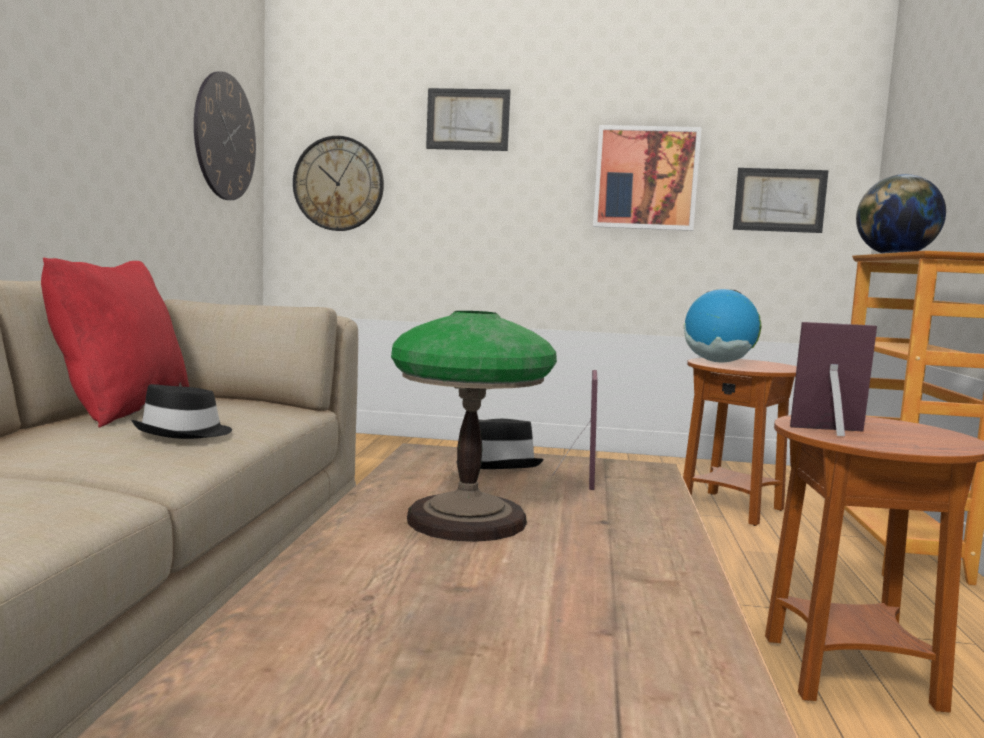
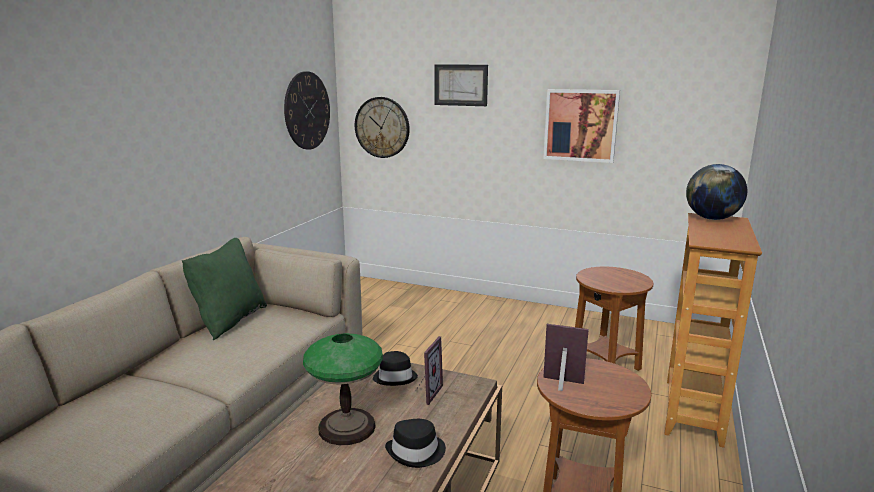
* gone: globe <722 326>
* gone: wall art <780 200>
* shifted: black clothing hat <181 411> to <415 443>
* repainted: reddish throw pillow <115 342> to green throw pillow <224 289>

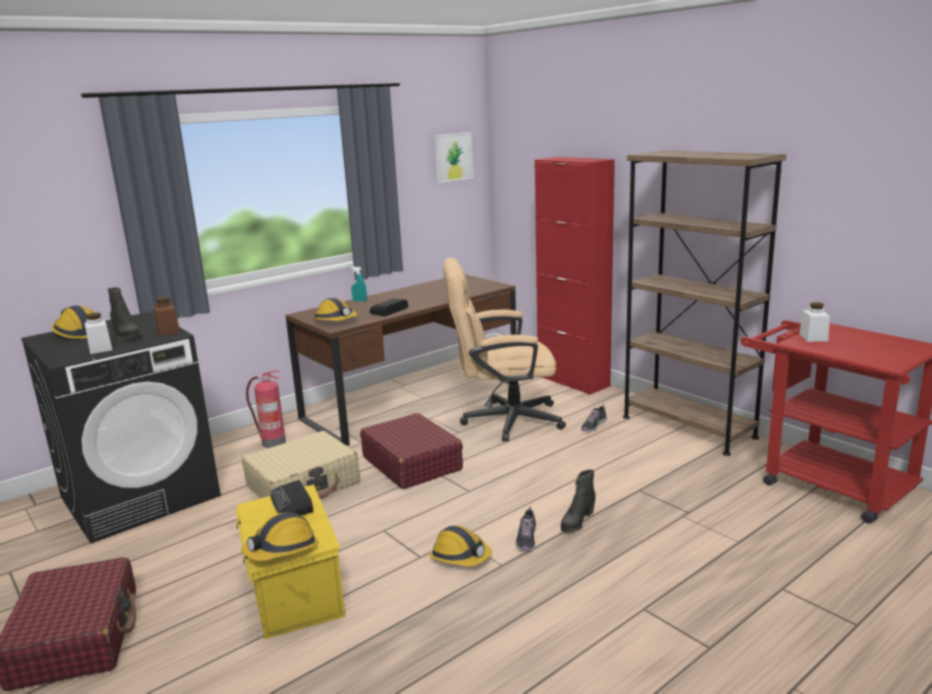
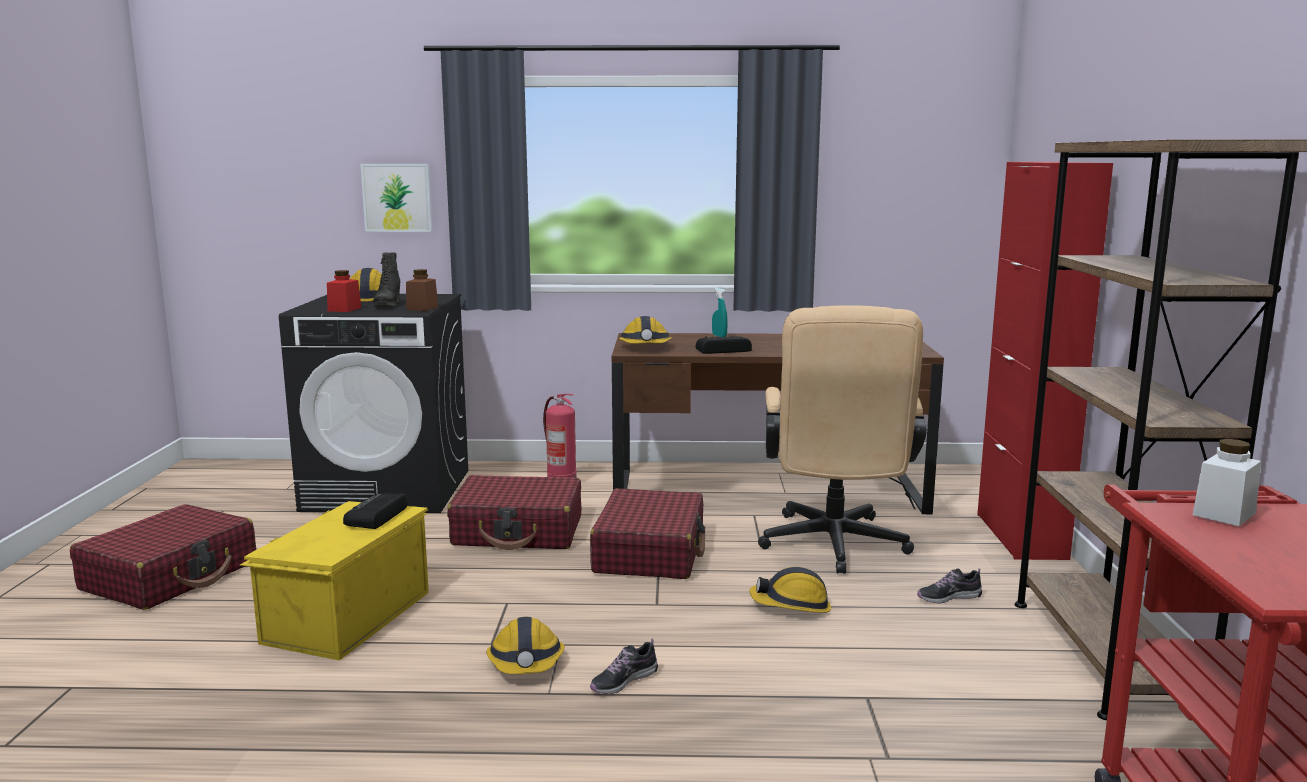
* gone: black boot <578 501>
* shifted: hard hat <280 536> to <790 590>
* shifted: wall art <453 157> to <396 198>
* repainted: whitish jar <98 333> to reddish jar <344 291>
* repainted: sand-coloured piece of luggage <301 465> to reddish piece of luggage <514 512>
* rotated: sand-coloured desk chair <504 350> = <842 439> 120 degrees counterclockwise

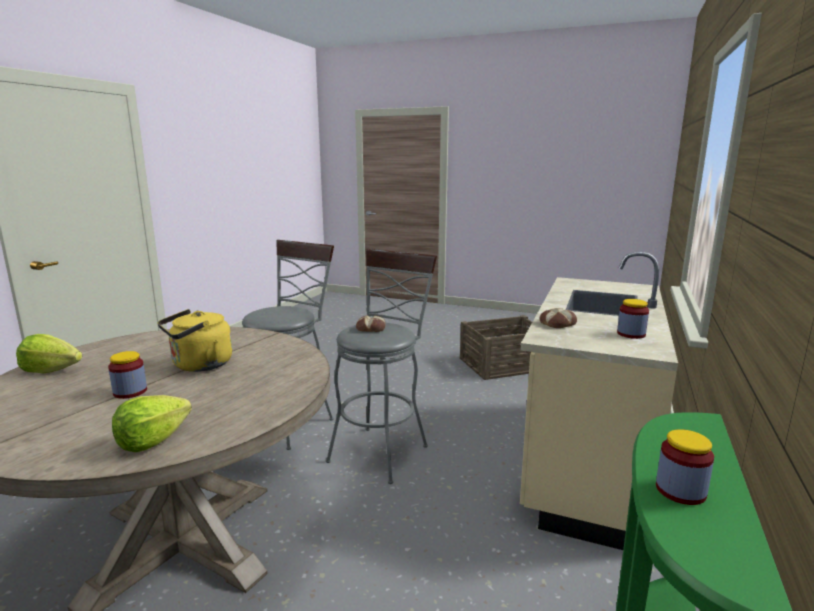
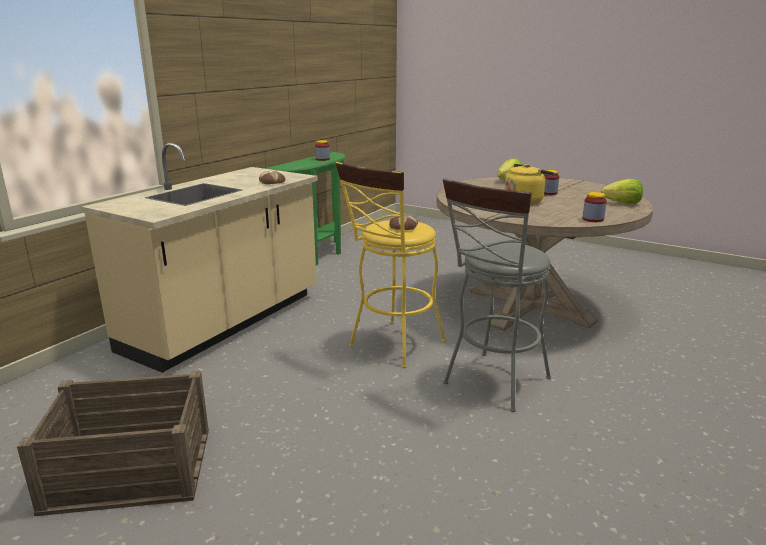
* shifted: jar <633 319> to <595 207>
* repainted: greyish stool seat <381 366> to yellow stool seat <390 265>

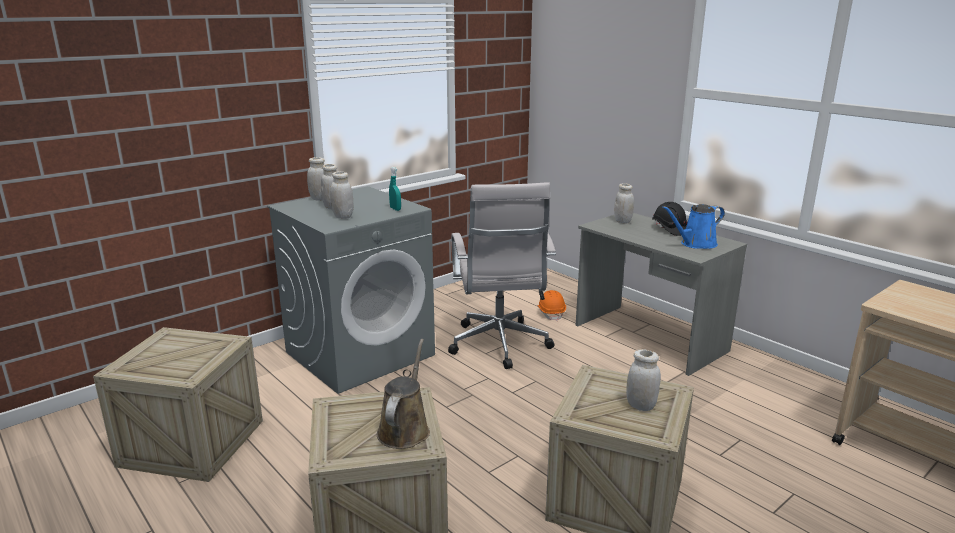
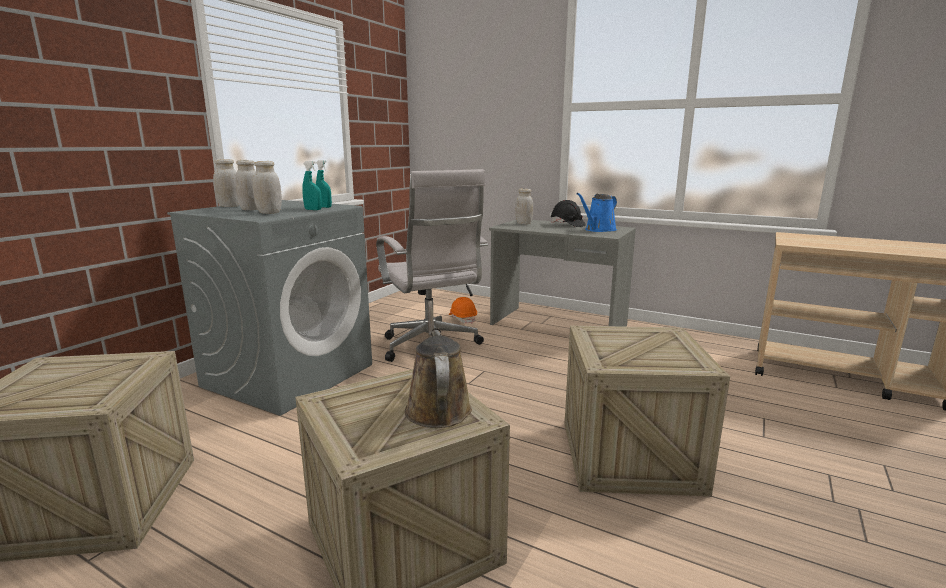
* gone: whitish jar <643 380>
* new: turquoise-coloured hand sprayer <312 185>

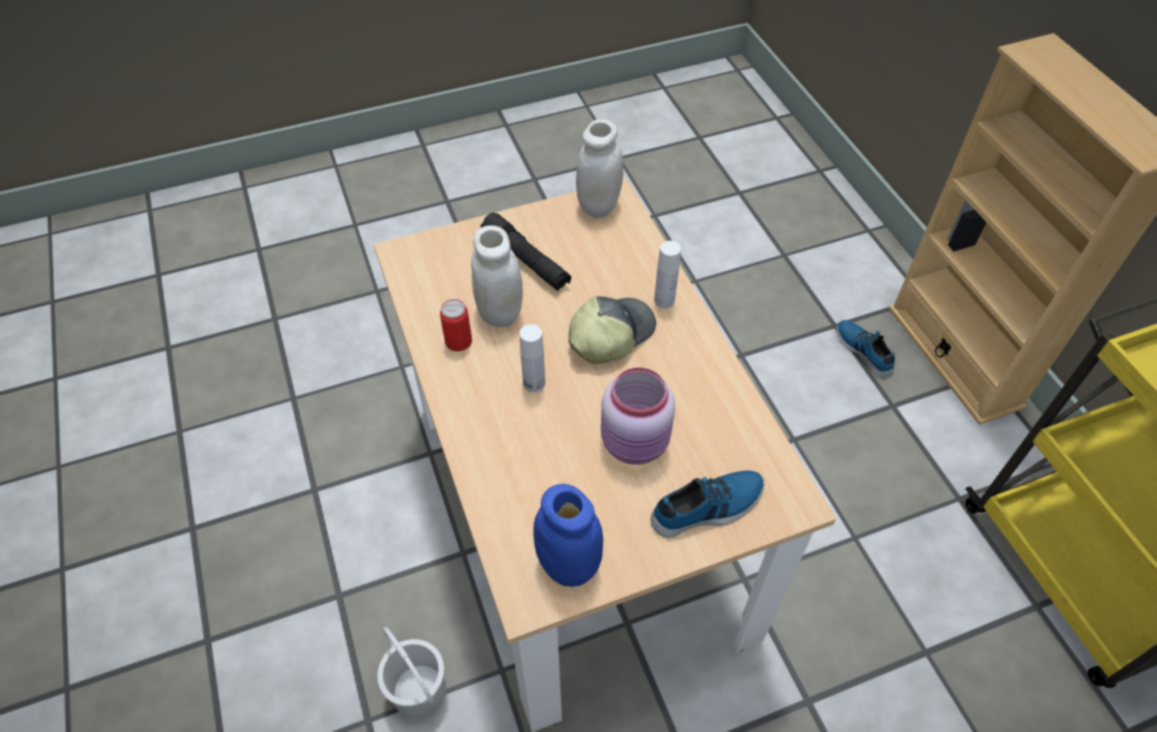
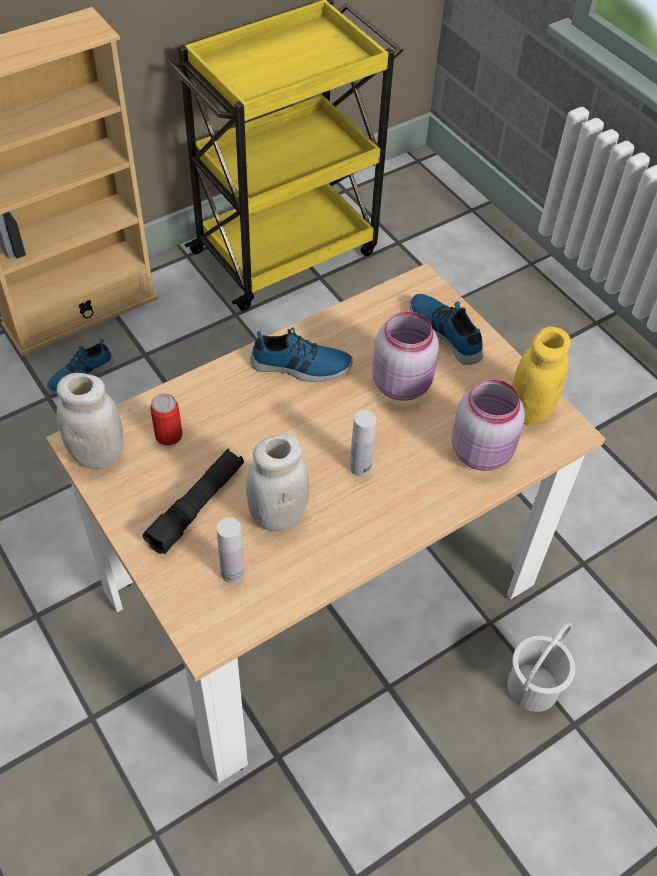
* gone: peaked cap <612 330>
* new: low shoe <301 354>
* new: pinkish jar <488 425>
* shifted: sealed can <456 325> to <166 419>
* shifted: whitish drink bottle <667 275> to <231 550>
* repainted: blue jar <568 535> to yellow jar <541 376>

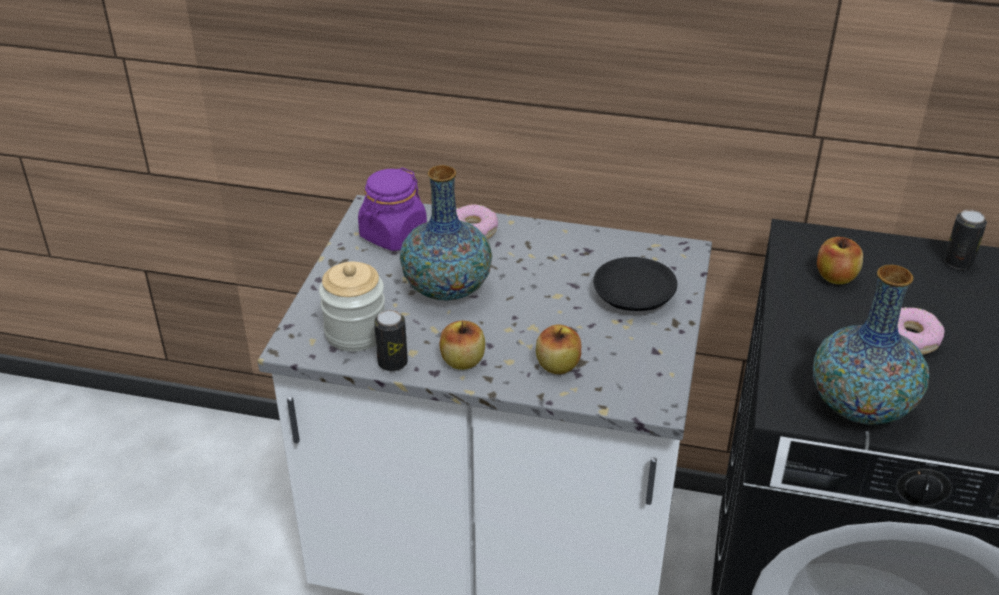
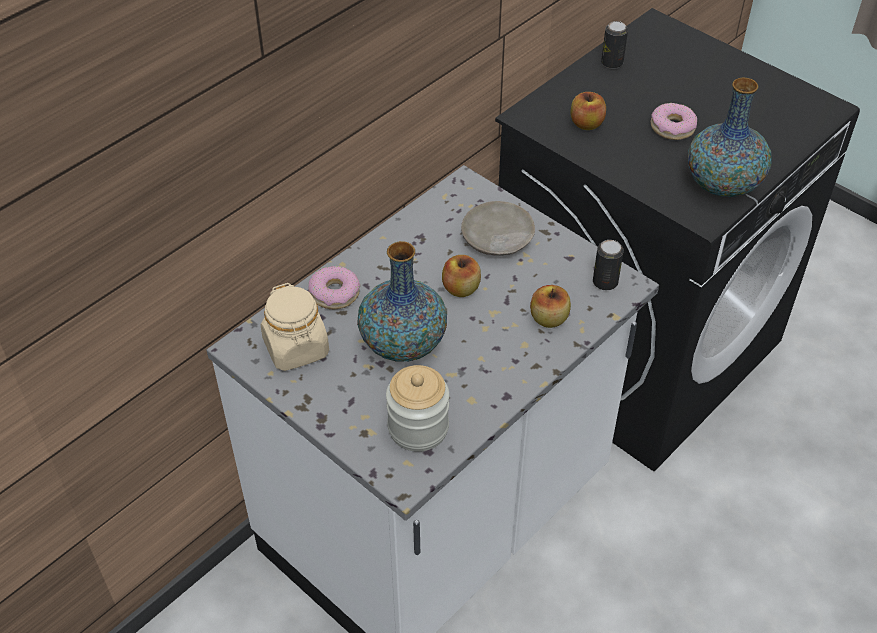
* shifted: sealed can <391 340> to <608 265>
* shifted: apple fruit <462 345> to <461 276>
* repainted: purple jar <392 209> to sand-coloured jar <295 327>
* repainted: black plate <635 284> to sand-coloured plate <498 228>

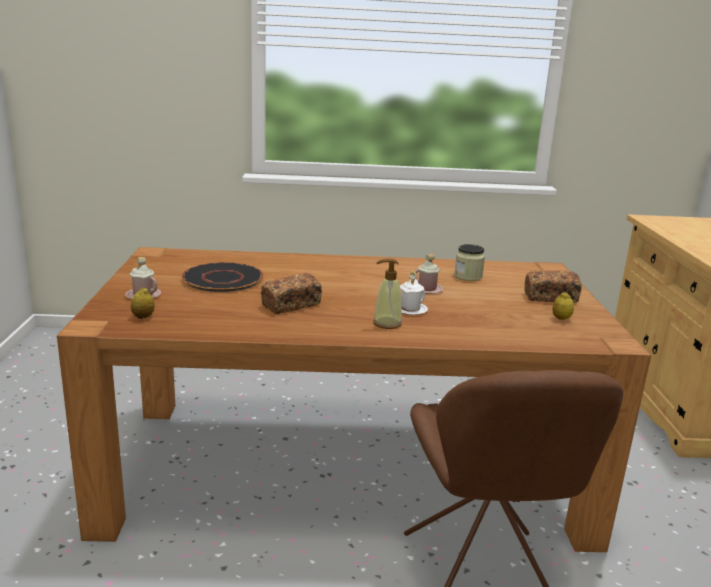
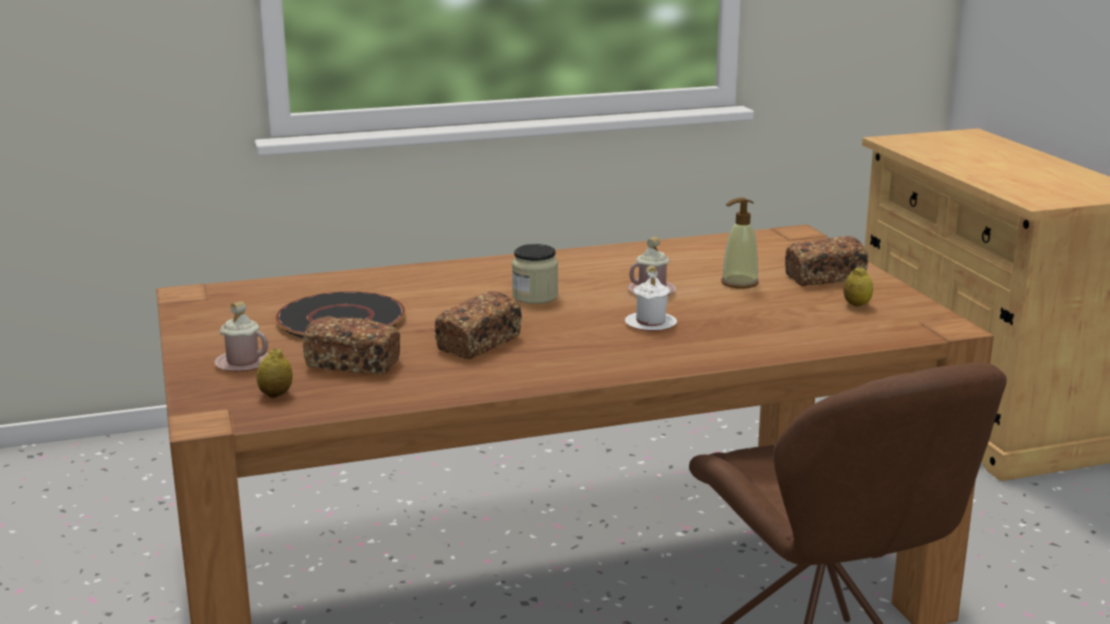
* new: bread <351 345>
* shifted: liquid soap bottle <387 294> to <740 243>
* shifted: jar <469 262> to <535 274>

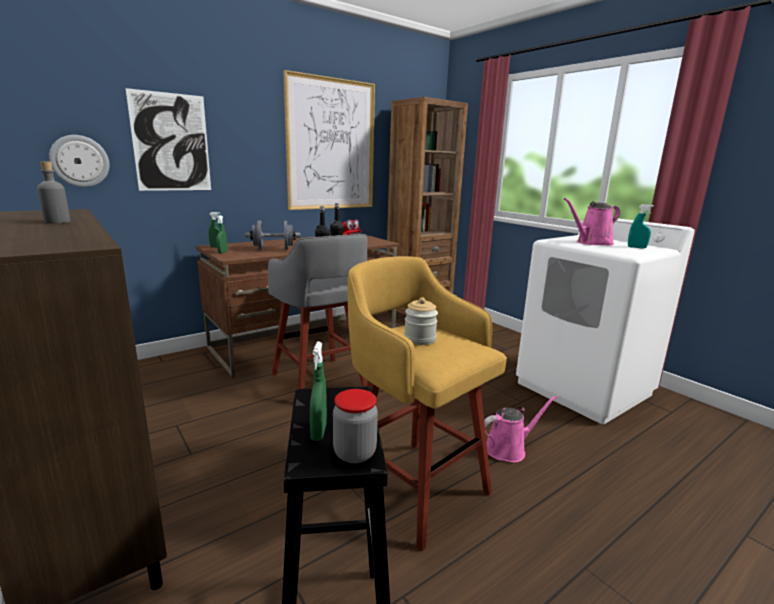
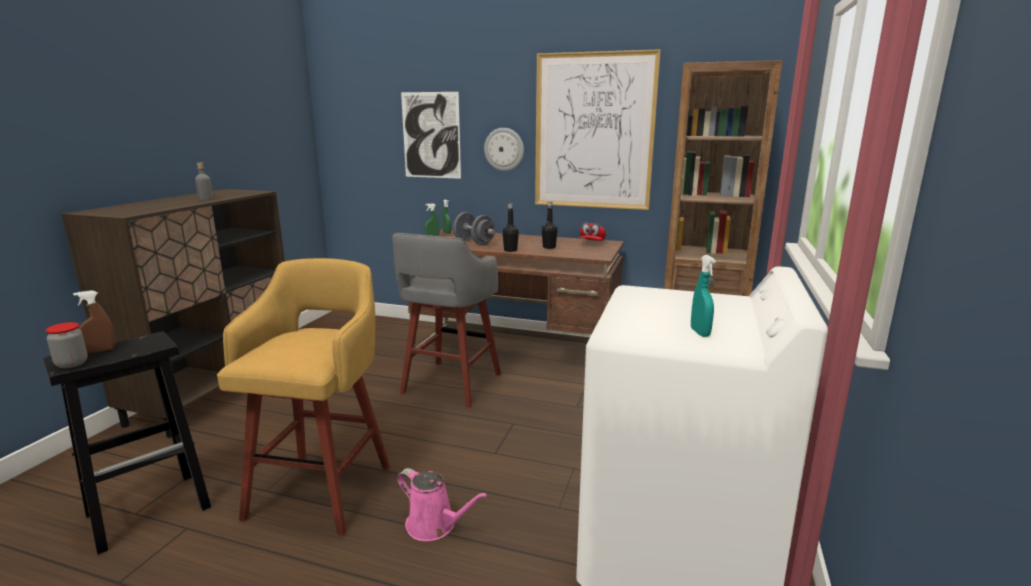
* gone: jar <421 321>
* gone: pinkish watering can <592 221>
* shifted: wall clock <79 161> to <504 149>
* repainted: green hand sprayer <318 391> to brown hand sprayer <94 321>

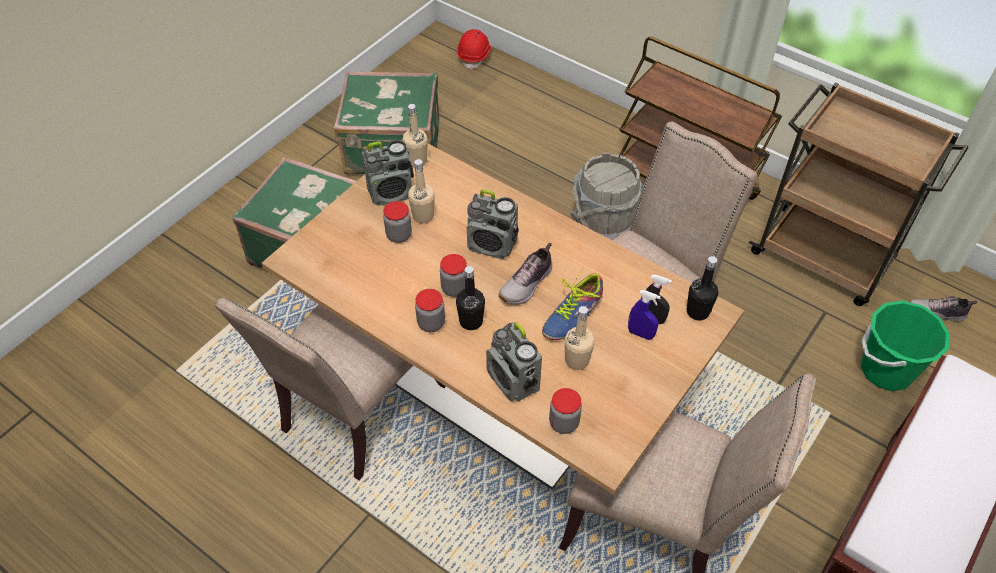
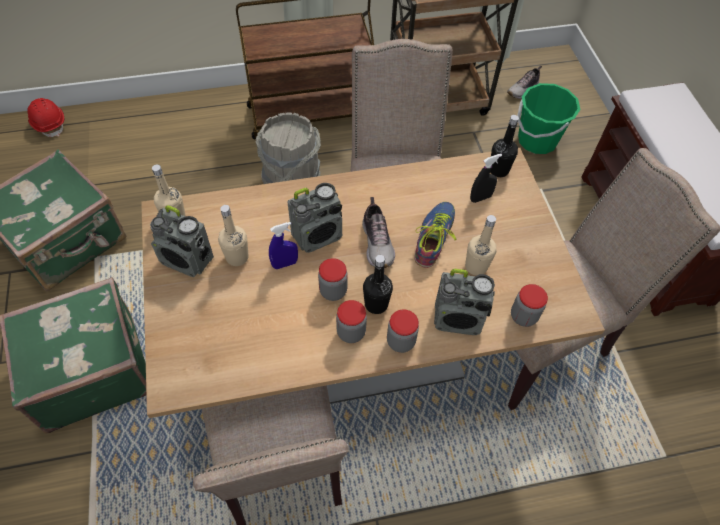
* shifted: jar <397 222> to <403 331>
* shifted: blue hand sprayer <644 315> to <283 245>
* rotated: radio <388 173> = <182 241> 90 degrees clockwise
* rotated: low shoe <572 304> = <436 235> 150 degrees counterclockwise

